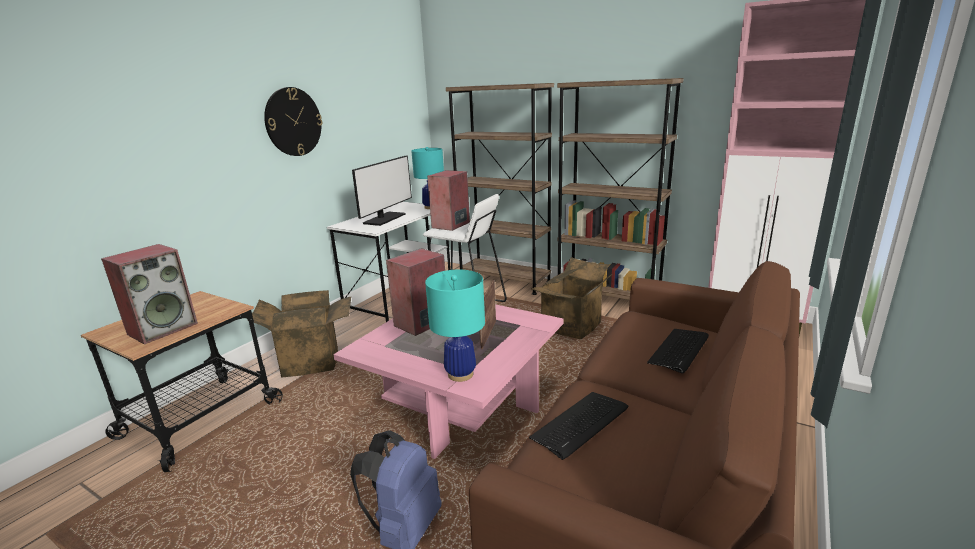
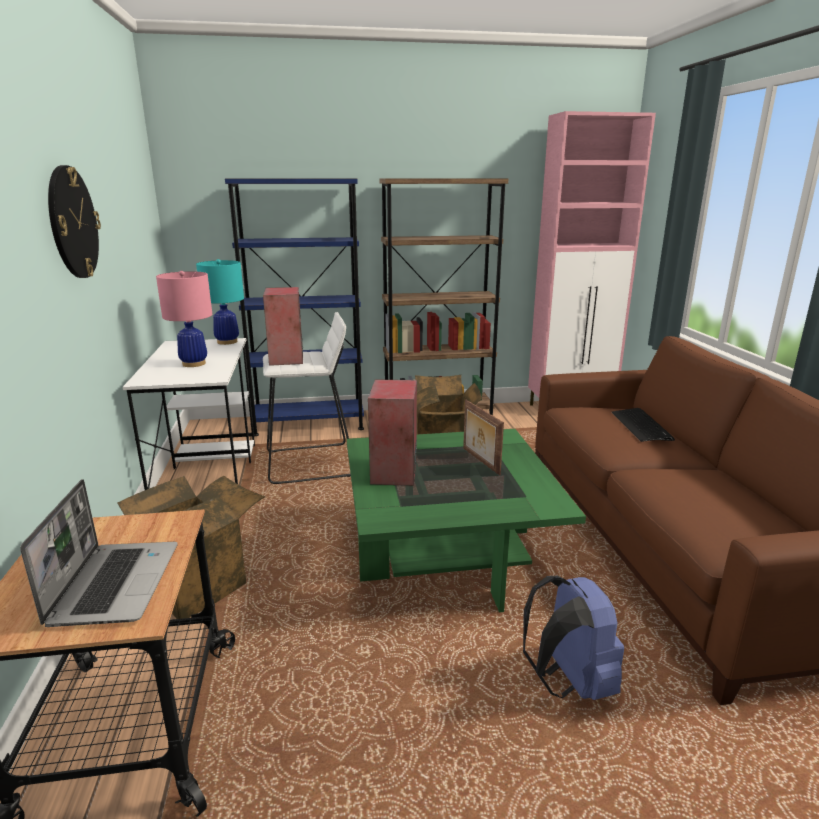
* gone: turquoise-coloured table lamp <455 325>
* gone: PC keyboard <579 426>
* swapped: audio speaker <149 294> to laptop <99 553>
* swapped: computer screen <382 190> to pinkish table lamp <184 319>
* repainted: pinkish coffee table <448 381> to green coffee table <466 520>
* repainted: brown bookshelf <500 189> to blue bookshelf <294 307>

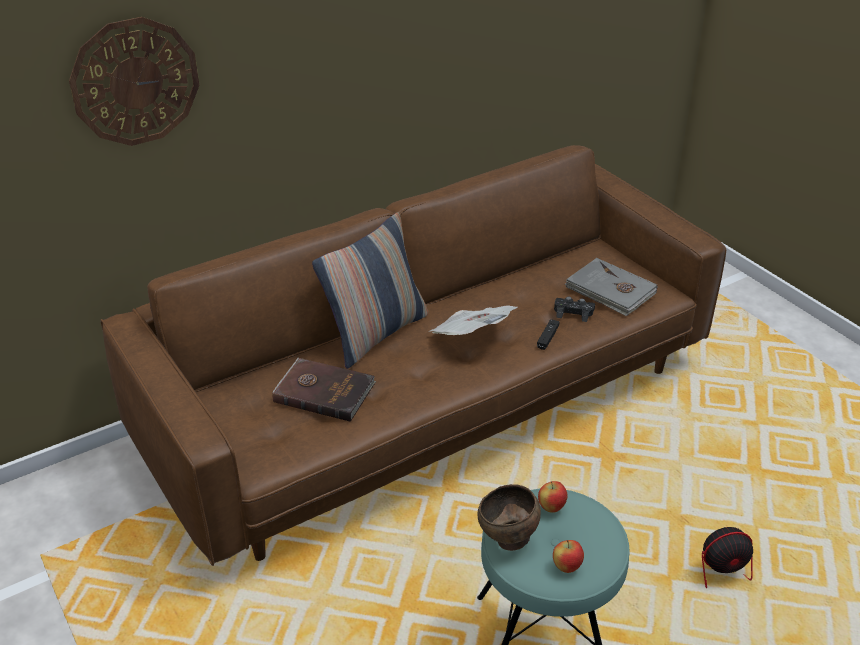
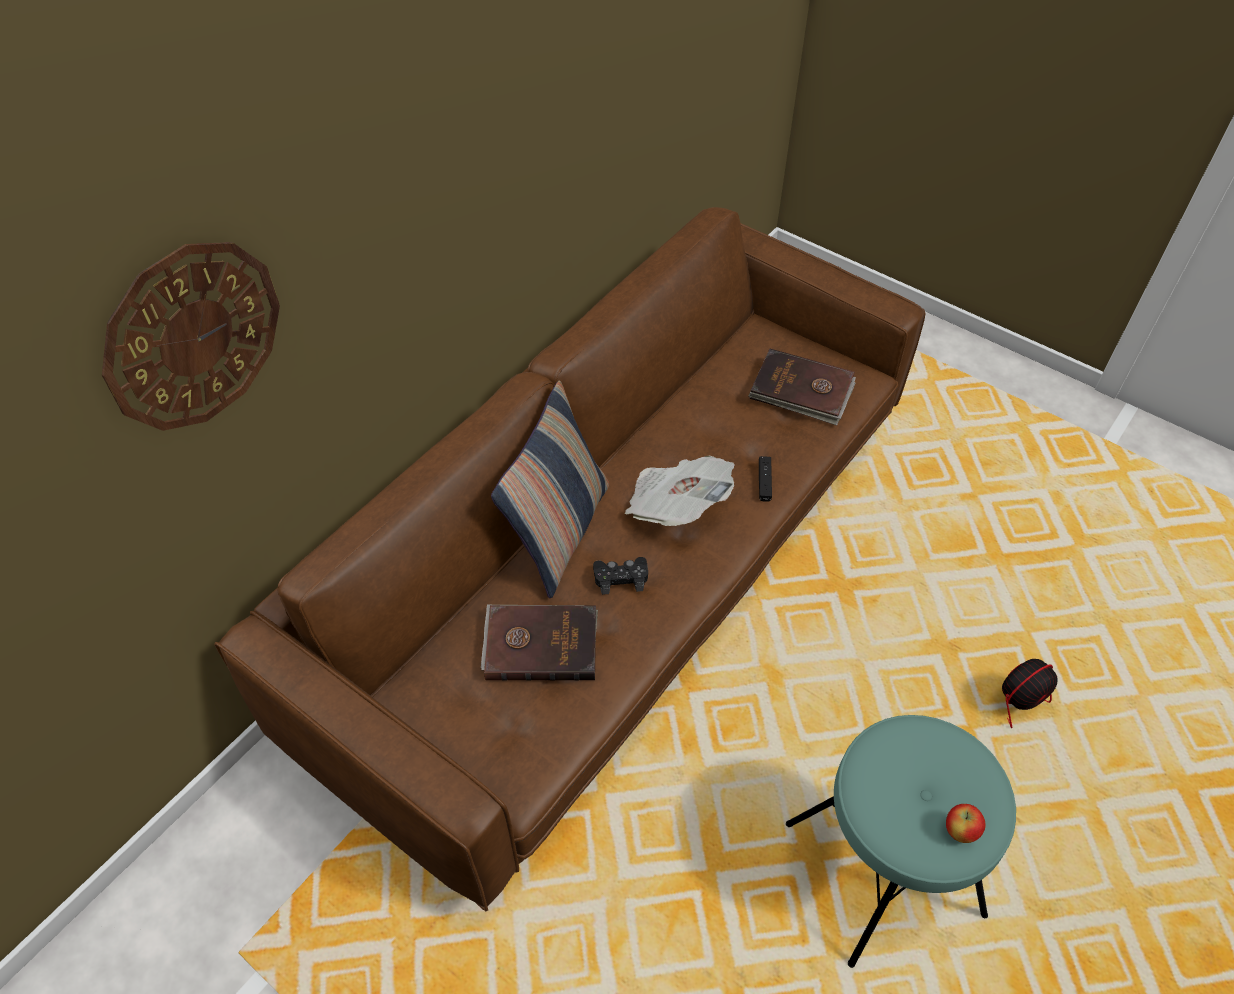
* gone: brown deep dish <509 517>
* gone: apple fruit <553 497>
* shifted: black gamepad <574 309> to <620 576>
* repainted: greyish volume <611 287> to brown volume <802 387>

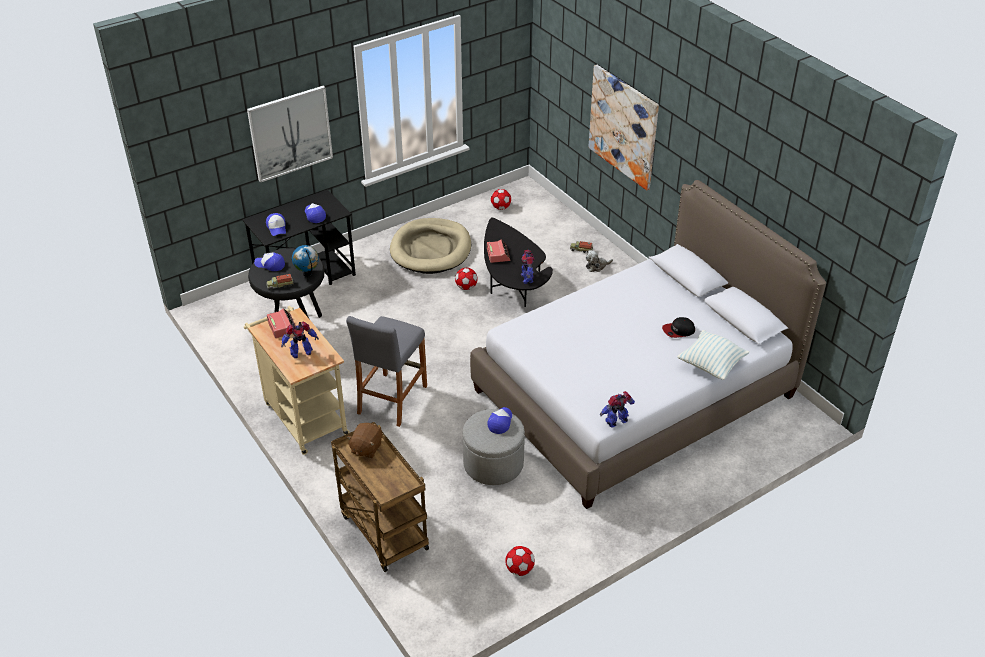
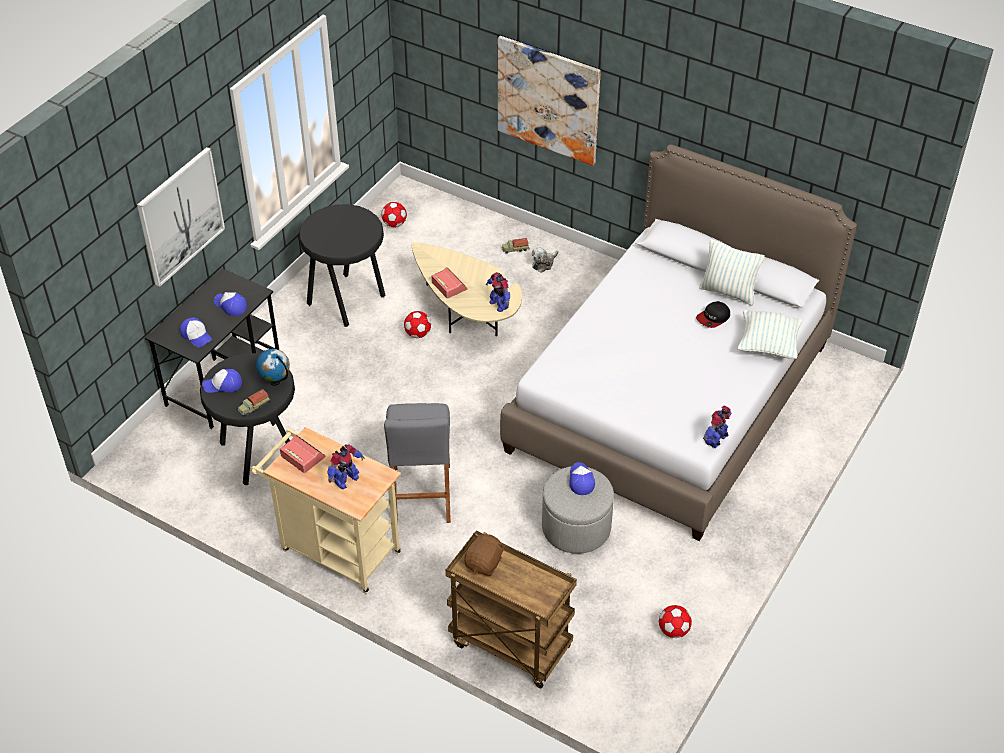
* new: throw pillow <732 272>
* swapped: sand-coloured dog bed <430 246> to black stool seat <342 265>
* repainted: black coffee table <518 262> to sand-coloured coffee table <466 289>
* rotated: brown soft toy <364 441> = <484 554> 150 degrees counterclockwise

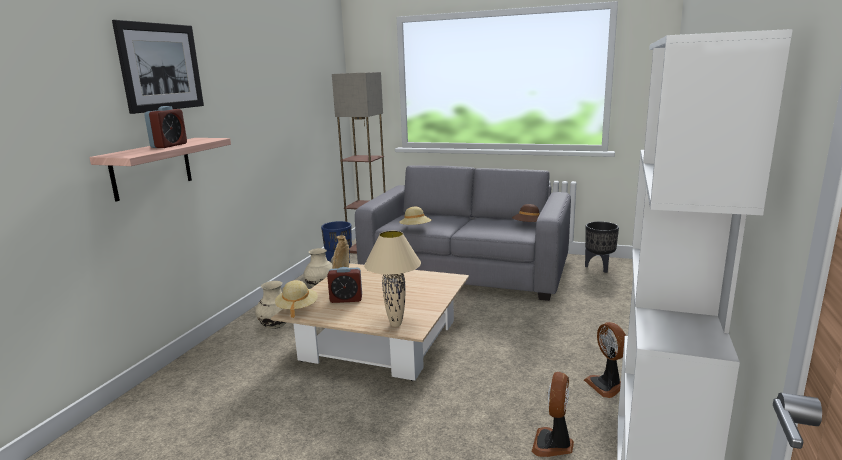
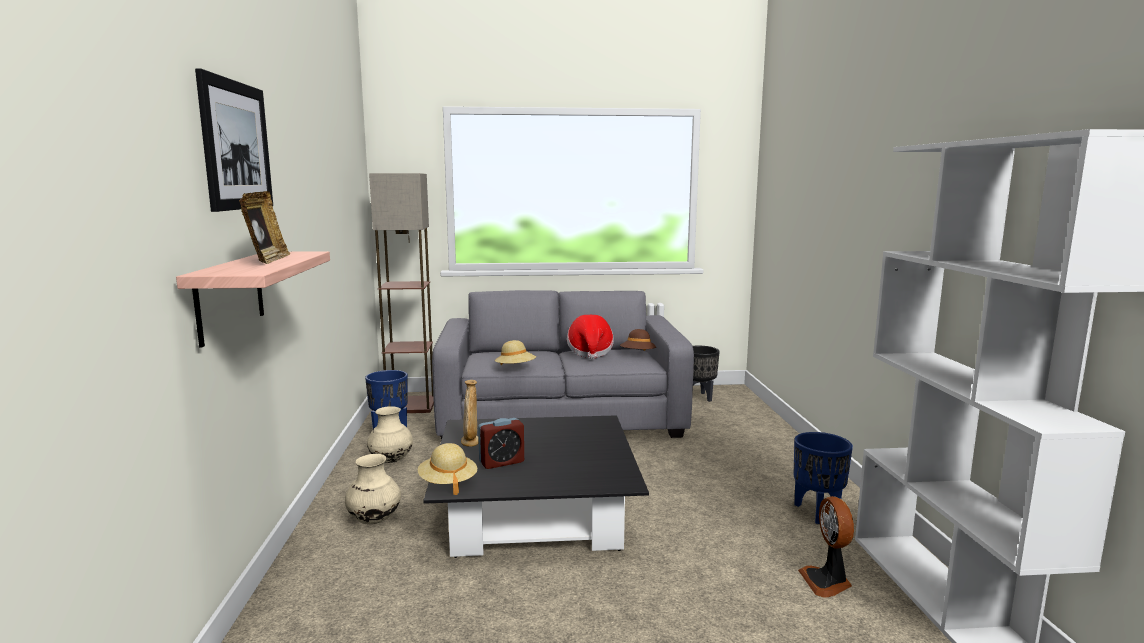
* gone: sand-coloured table lamp <392 279>
* new: clothing hat <590 337>
* swapped: alarm clock <165 127> to standing frame <264 227>
* swapped: cooling fan <605 360> to blue flower pot <823 478>
* repainted: sand-coloured coffee table <370 322> to black coffee table <536 486>

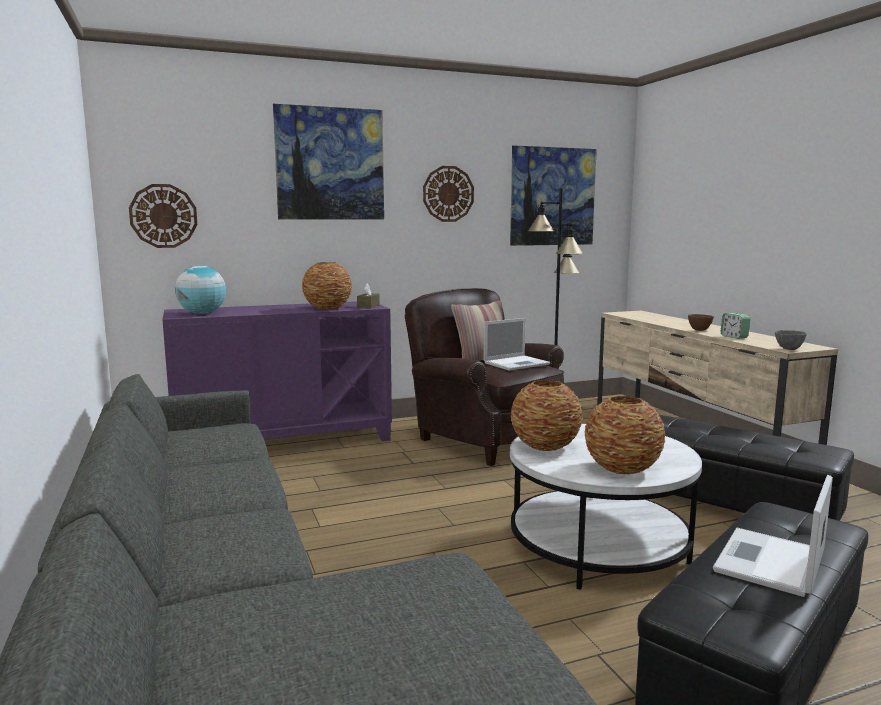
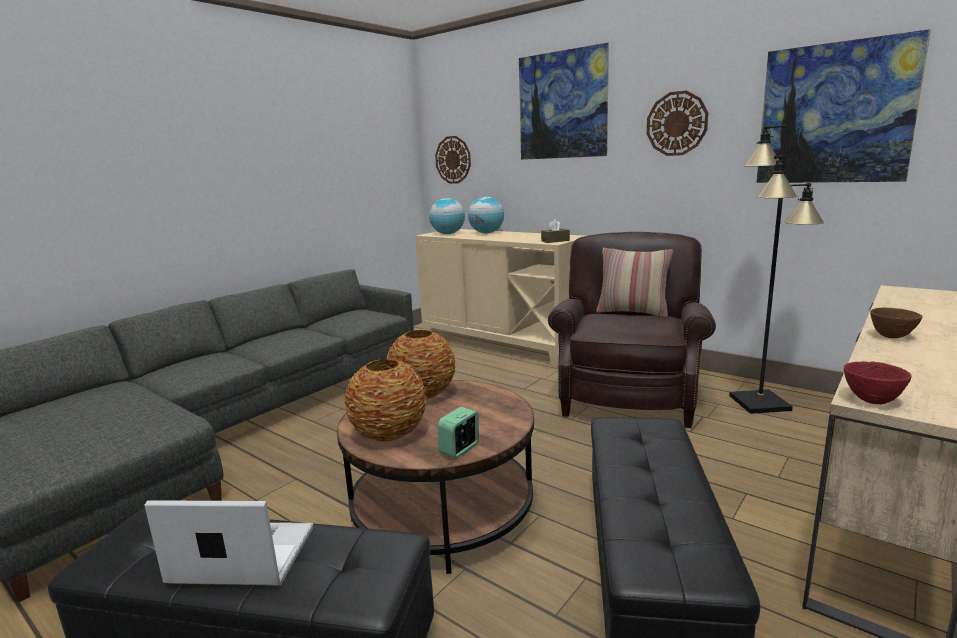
* gone: vase <327 286>
* gone: laptop <516 344>
* new: globe <486 215>
* shifted: alarm clock <735 326> to <458 433>
* repainted: purple cabinet <277 371> to sand-coloured cabinet <499 298>
* repainted: whitish coffee table <606 507> to brown coffee table <435 477>
* repainted: greyish deep dish <791 340> to reddish deep dish <878 382>

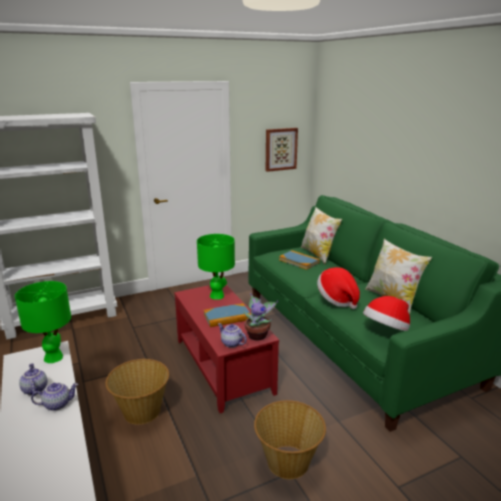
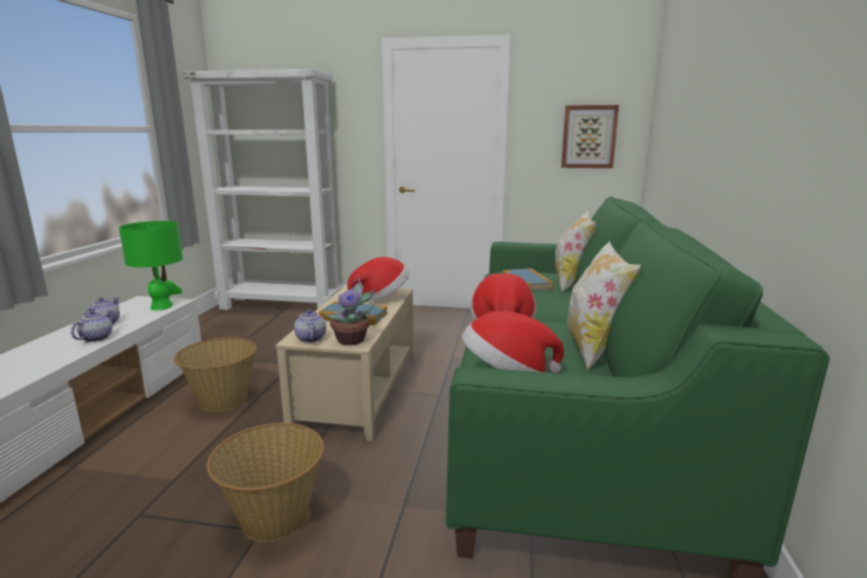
* swapped: green table lamp <216 267> to clothing hat <378 279>
* repainted: reddish coffee table <226 349> to sand-coloured coffee table <345 363>
* rotated: teapot <54 396> = <92 326> 90 degrees counterclockwise

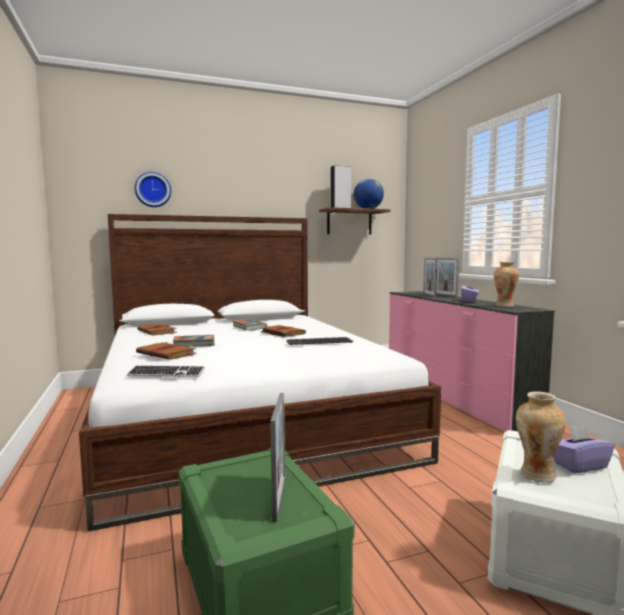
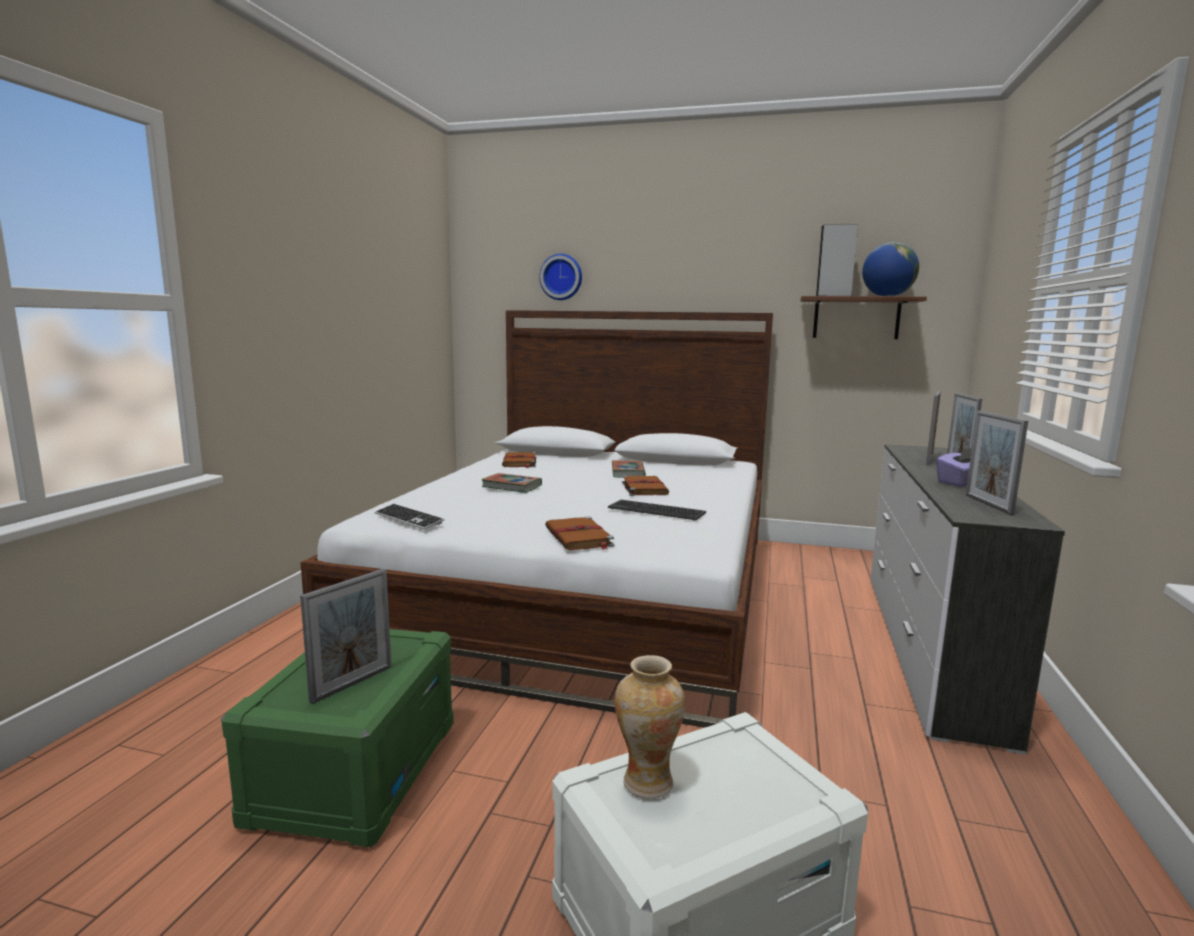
* gone: purple tissue box <584 449>
* shifted: brown volume <166 351> to <580 533>
* swapped: vase <506 284> to standing frame <997 463>
* repainted: pinkish dresser <472 361> to whitish dresser <967 599>

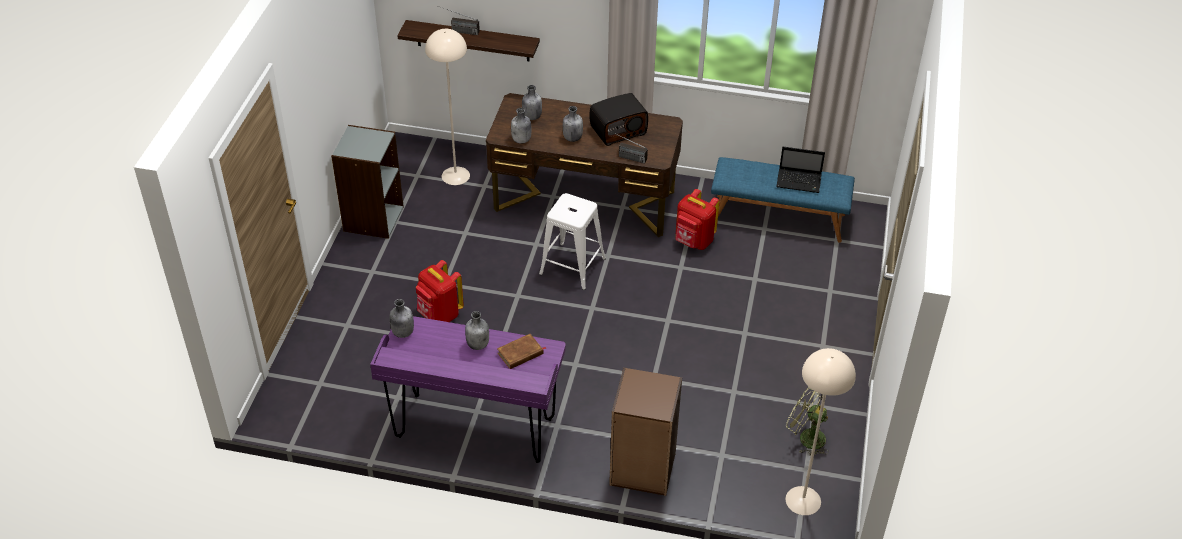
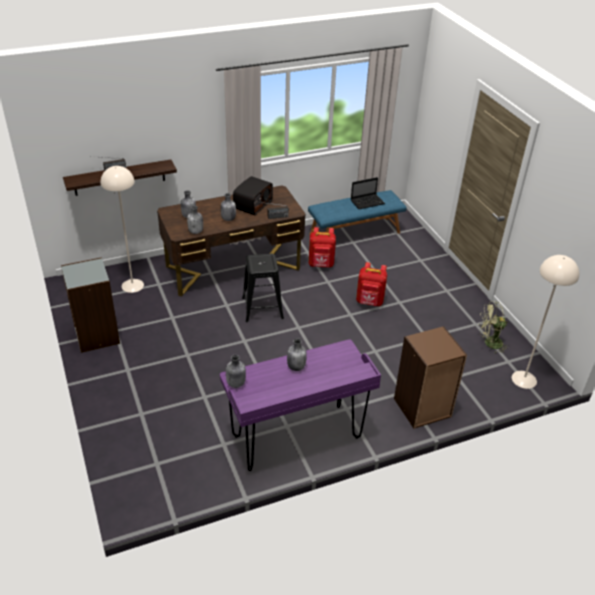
* gone: brown volume <521 351>
* shifted: reddish backpack <440 291> to <371 284>
* repainted: whitish stool seat <572 241> to black stool seat <263 288>

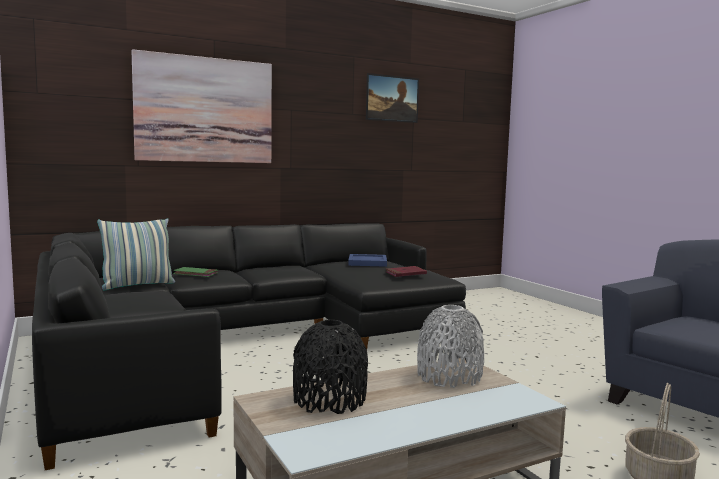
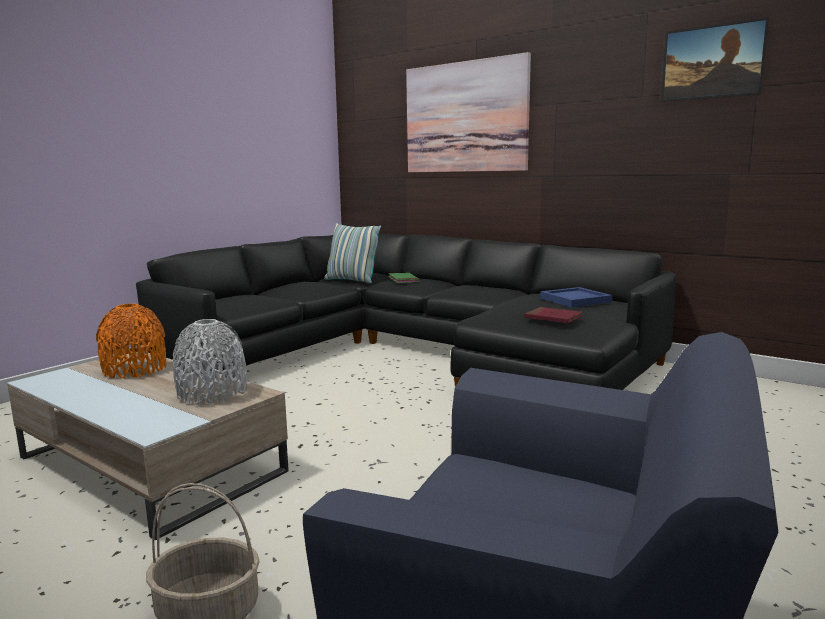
* repainted: black vase <330 367> to orange-coloured vase <131 341>

